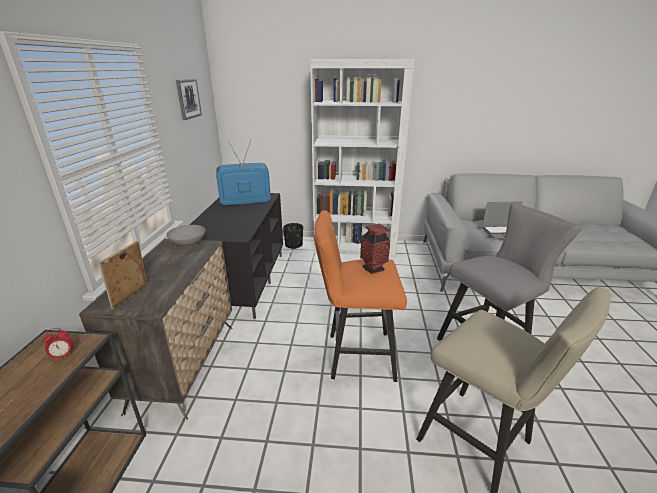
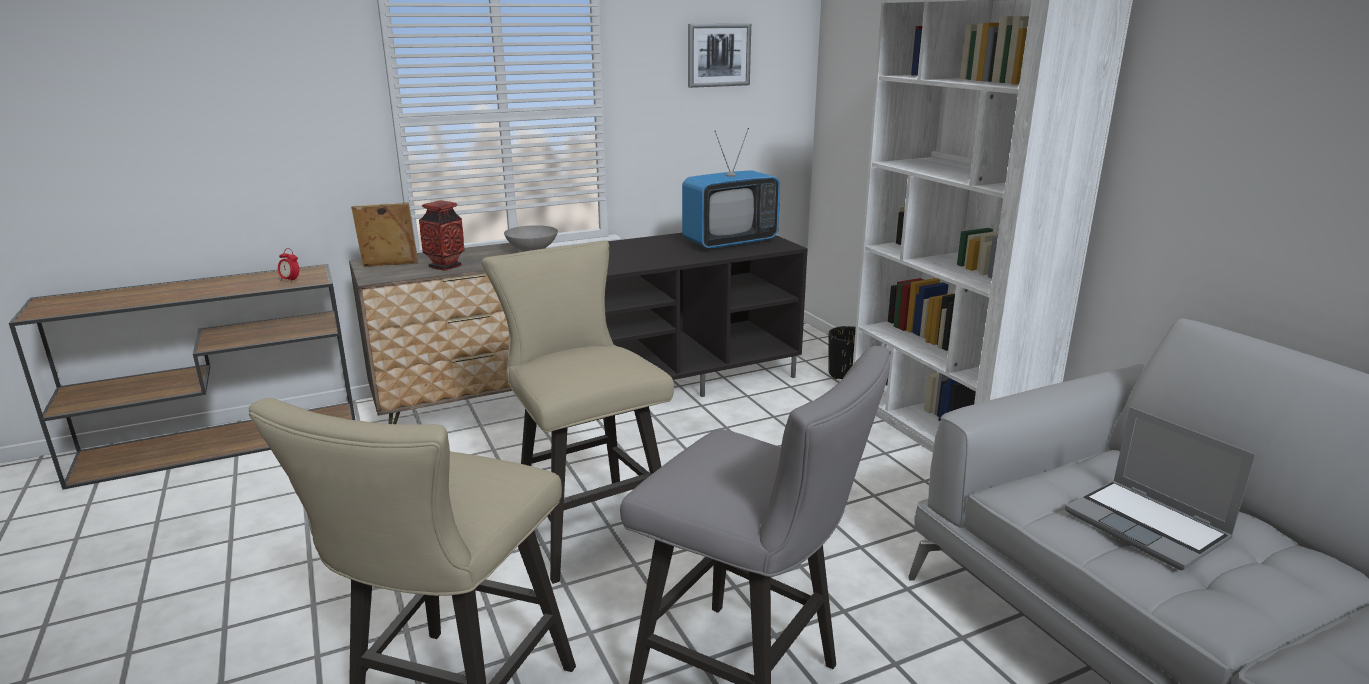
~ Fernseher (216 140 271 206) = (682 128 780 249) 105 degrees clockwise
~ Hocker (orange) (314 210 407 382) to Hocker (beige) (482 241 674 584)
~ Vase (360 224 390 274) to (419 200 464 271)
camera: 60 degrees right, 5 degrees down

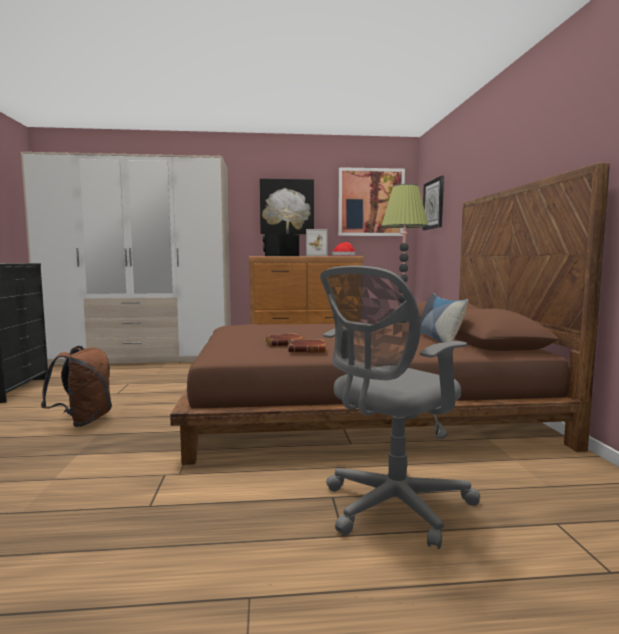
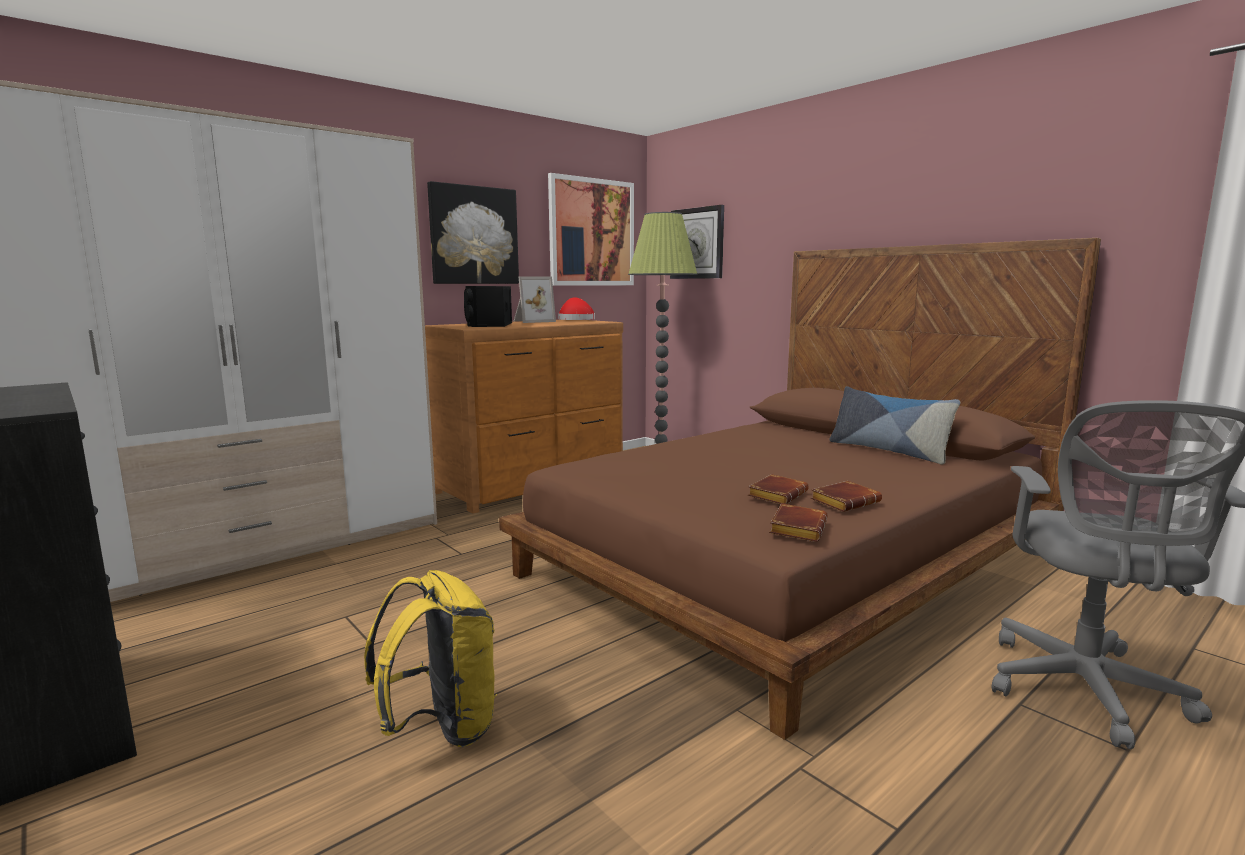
~ Rucksack (braun) (41 346 112 427) to Rucksack (gelb) (364 570 497 747)
+ Buch (braun) (769 504 827 542)
camera: 35 degrees left, 5 degrees up

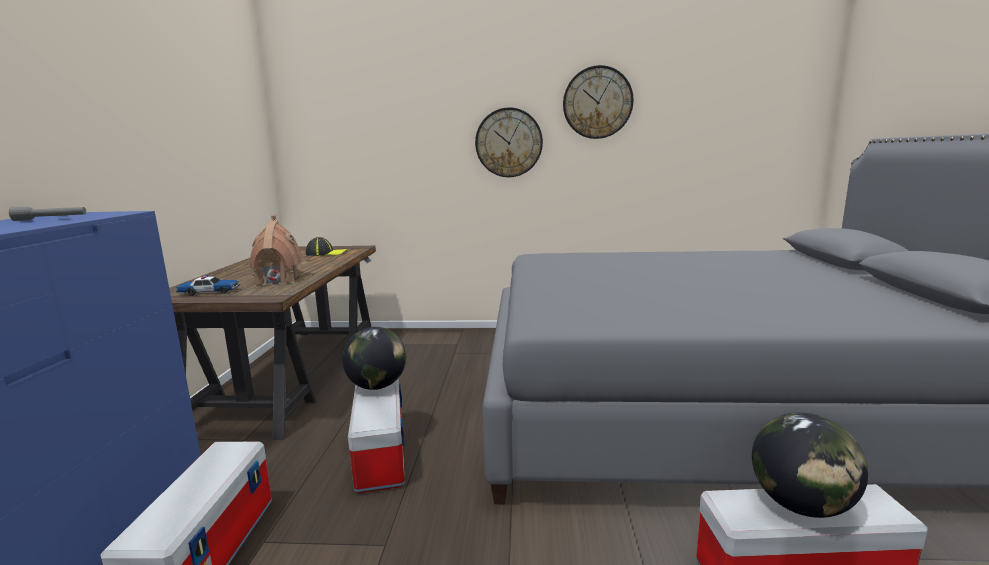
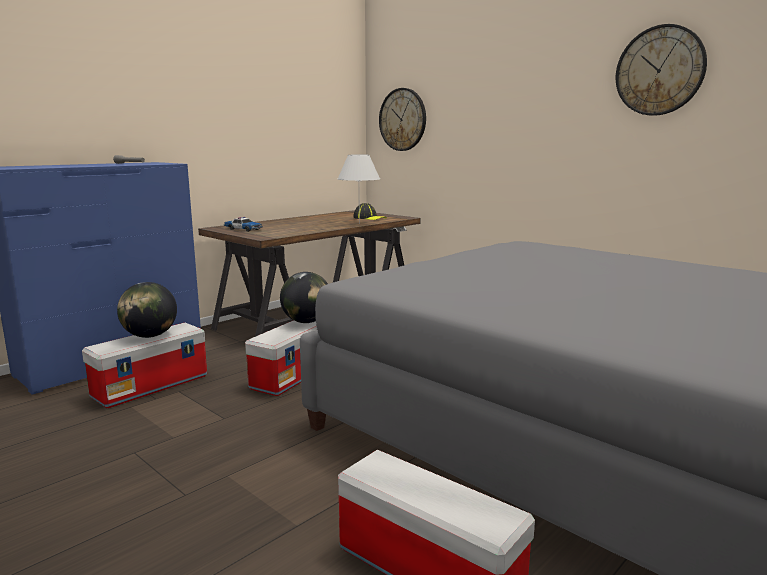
~ Wanduhr (475 107 543 177) to (379 88 426 151)
- Spielzeughaus (250 215 302 286)
~ Globus (752 413 868 518) to (117 282 177 338)
+ Tischlampe (weiß) (338 155 380 224)
camera: 40 degrees right, 0 degrees up

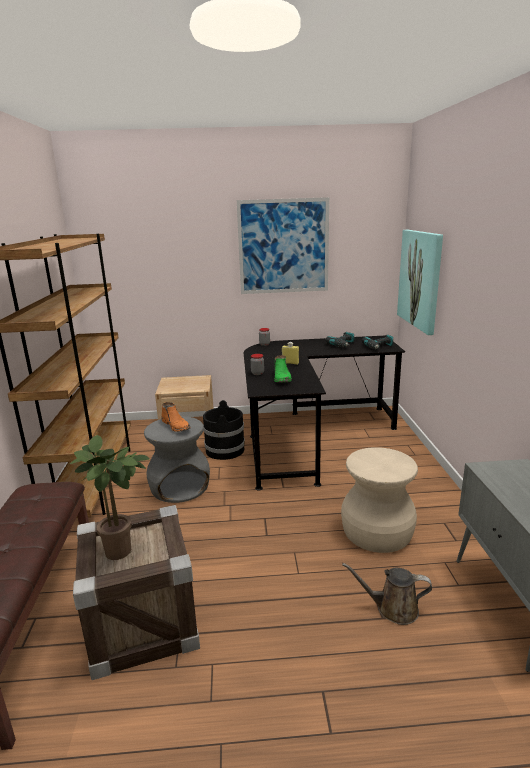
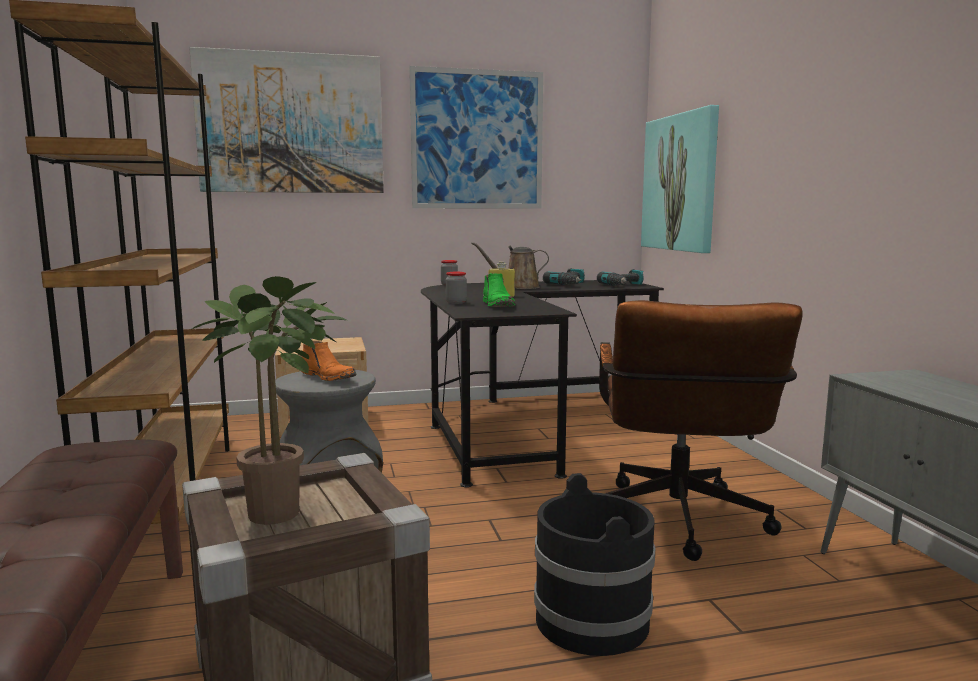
~ Eimer (schwarz) (203 400 245 460) to (534 473 655 656)
~ Hocker (beige) (341 447 418 553) to Bürostuhl (braun) (599 300 803 561)
~ Gießkanne (braun) (342 563 432 625) to (471 242 549 289)
+ Bild (189 47 384 193)
camera: 10 degrees left, 10 degrees down

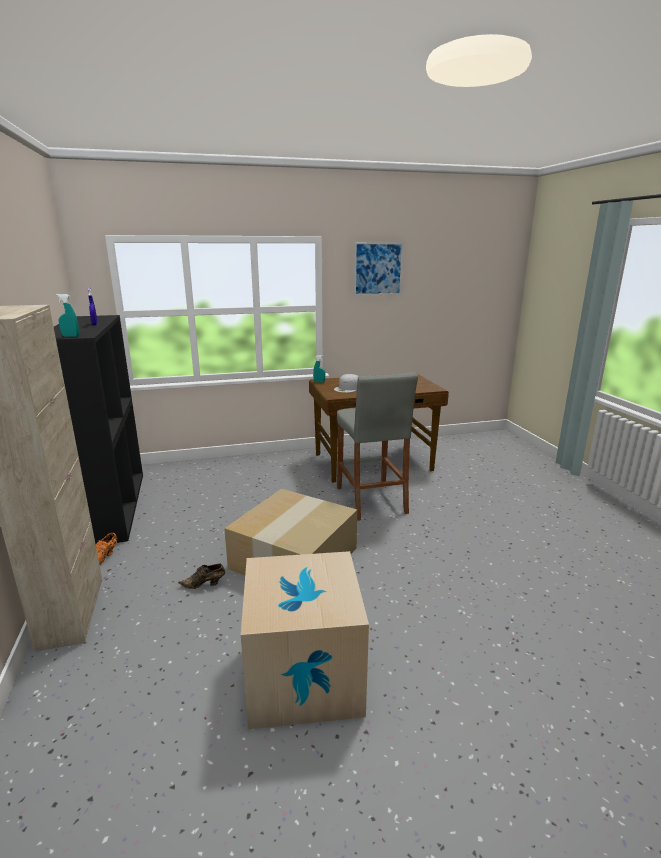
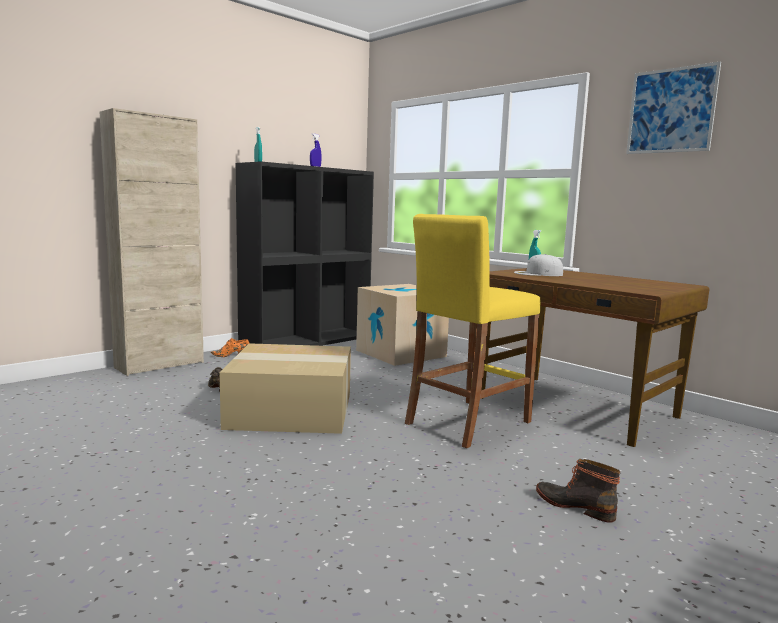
~ Hocker (grau) (337 372 418 521) to Hocker (gelb) (405 214 541 448)
~ Karton (241 551 369 729) to (356 284 449 366)
+ Stiefel (536 459 620 523)
camera: 60 degrees right, 10 degrees down

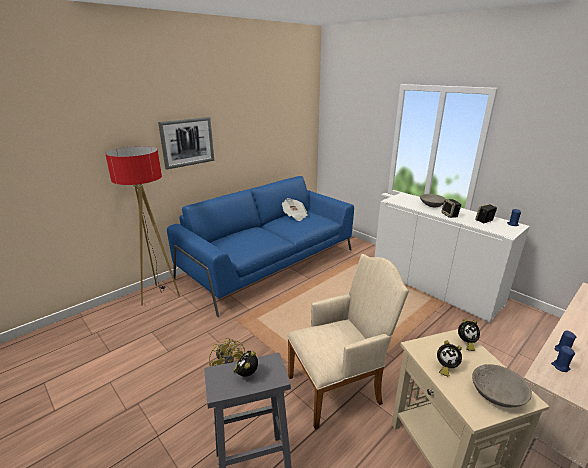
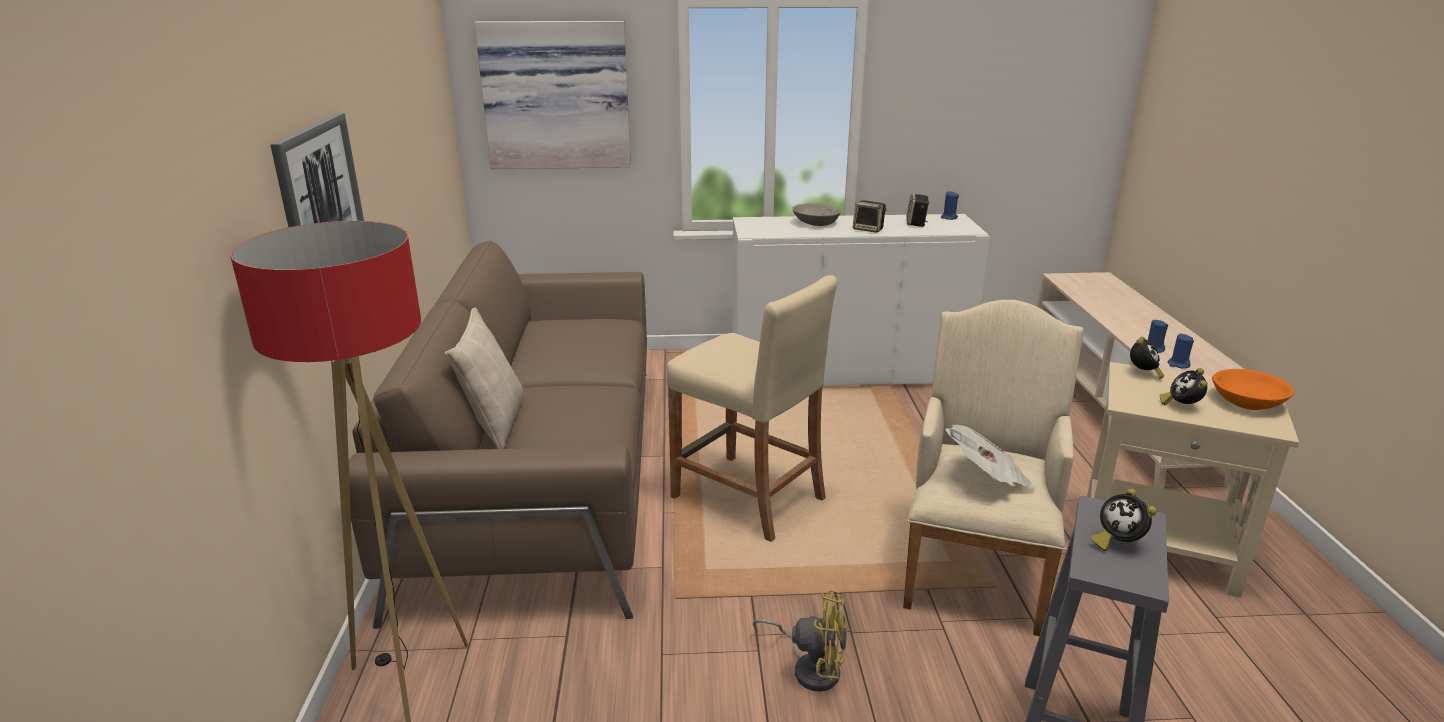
~ Sofa (blau) (167 176 354 317) to Sofa (braun) (349 241 647 629)
~ Zeitung (282 198 308 221) to (945 425 1036 488)
~ Wecker (437 340 462 376) = (1160 368 1208 405) 135 degrees clockwise
~ Schüssel (grau) (472 364 532 407) to Schüssel (orange) (1212 369 1294 410)
+ Bild (474 21 631 169)
+ Hocker (beige) (667 275 838 542)
+ Kissen (beige) (445 308 523 449)
camera: 50 degrees left, 0 degrees up

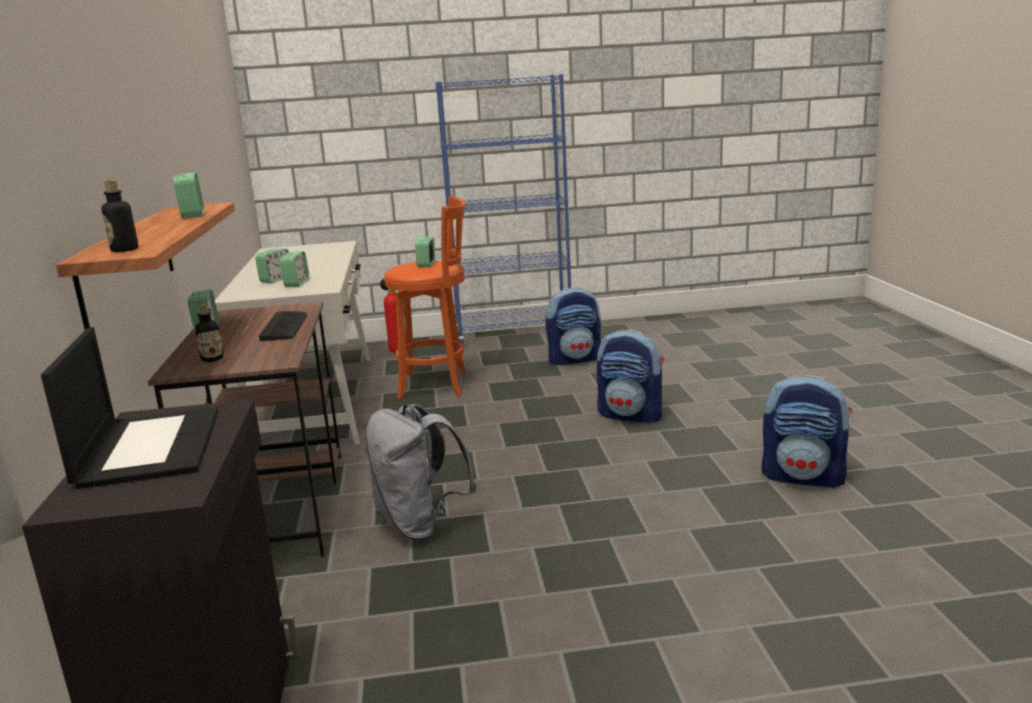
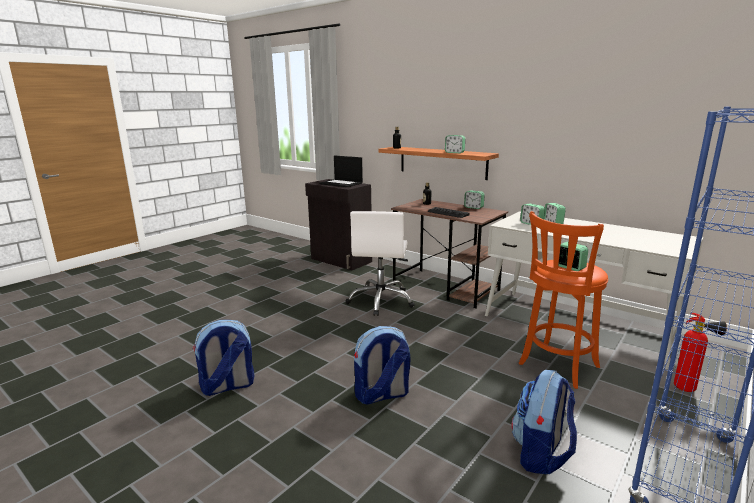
~ Rucksack (grau) (365 404 477 540) to Bürostuhl (weiß) (345 211 415 316)
camera: 135 degrees right, 0 degrees up

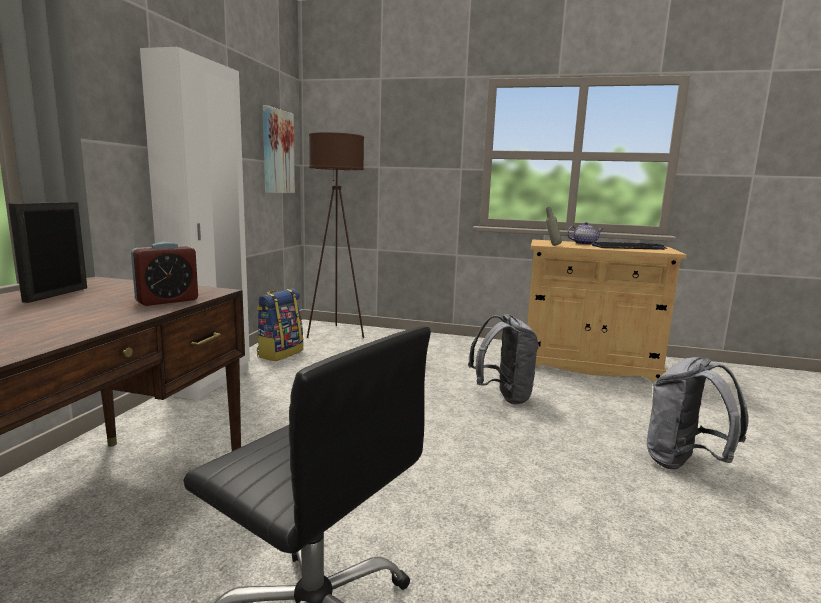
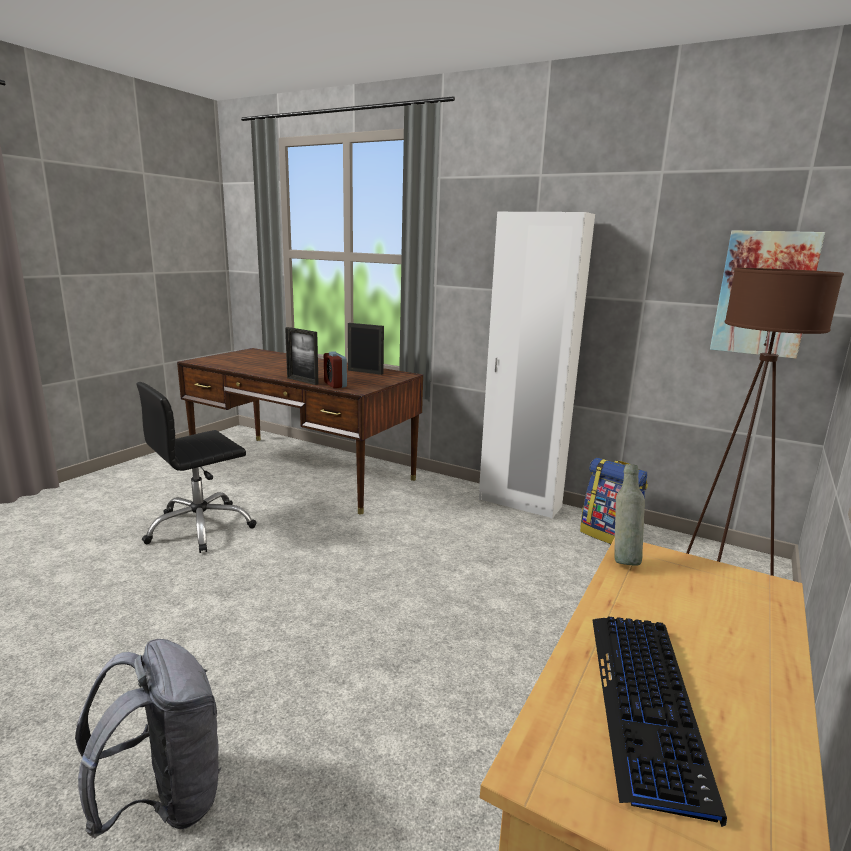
- Teekanne (567 222 603 245)
- Rucksack (grau) (468 314 538 405)
+ Bilderrahmen (285 327 319 385)
camera: 105 degrees right, 5 degrees up

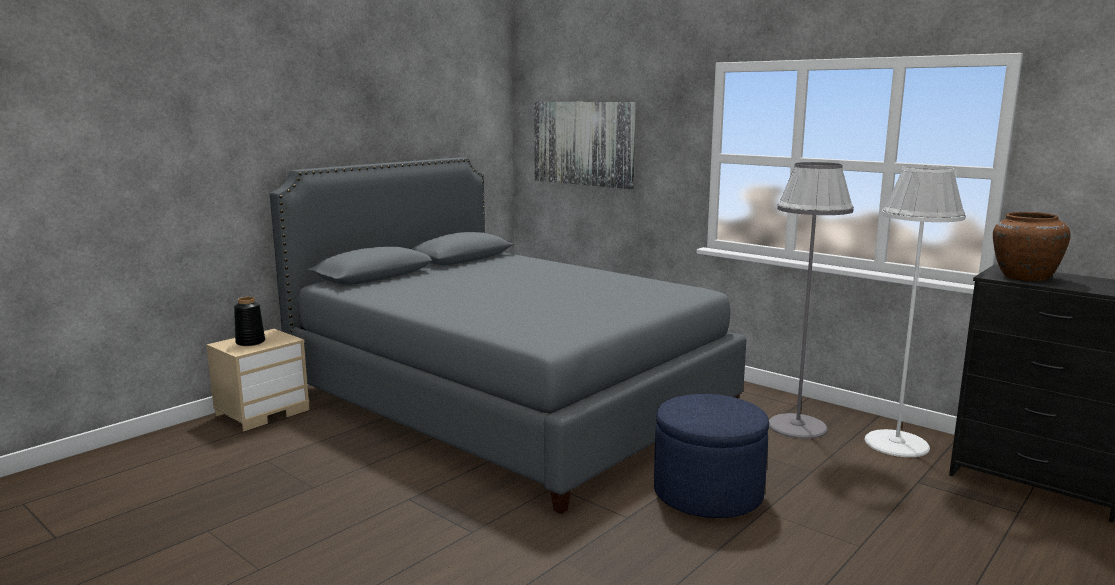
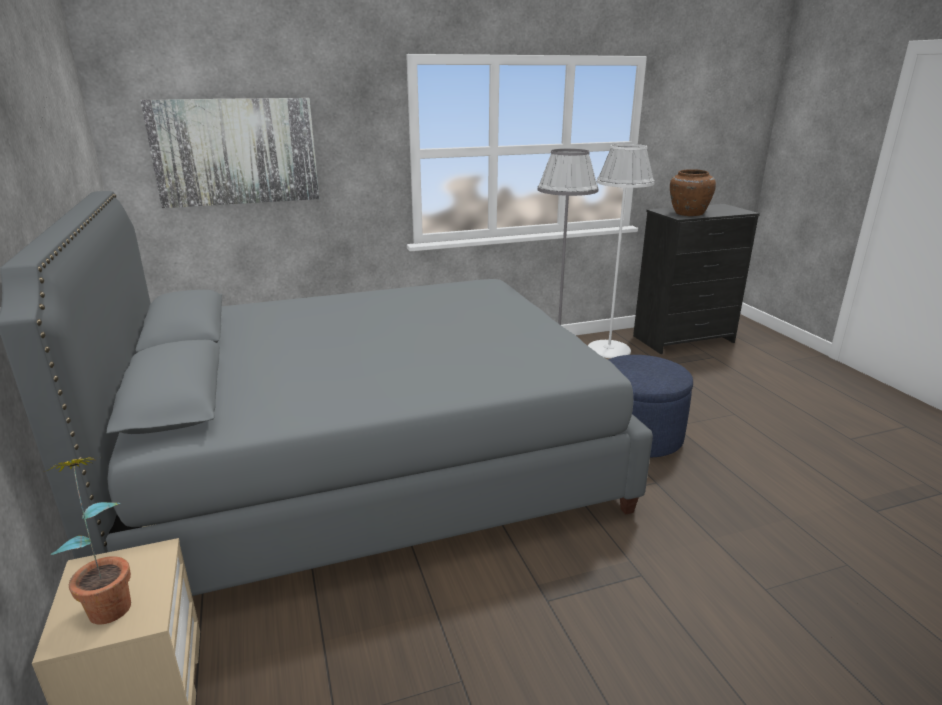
~ Vase (schwarz) (234 297 265 346) to Topfpflanze (44 457 131 624)
camera: 60 degrees left, 10 degrees up

